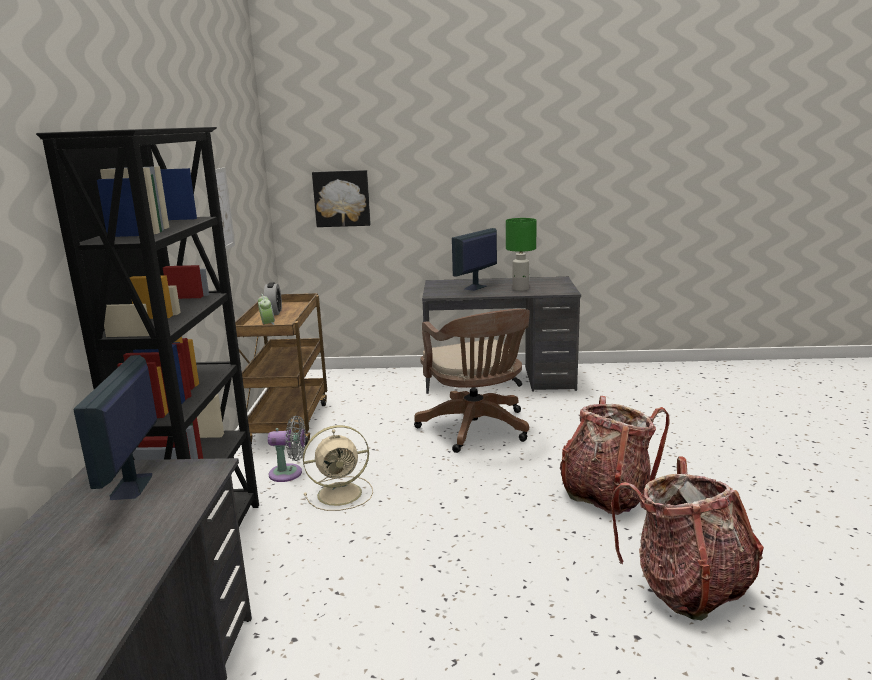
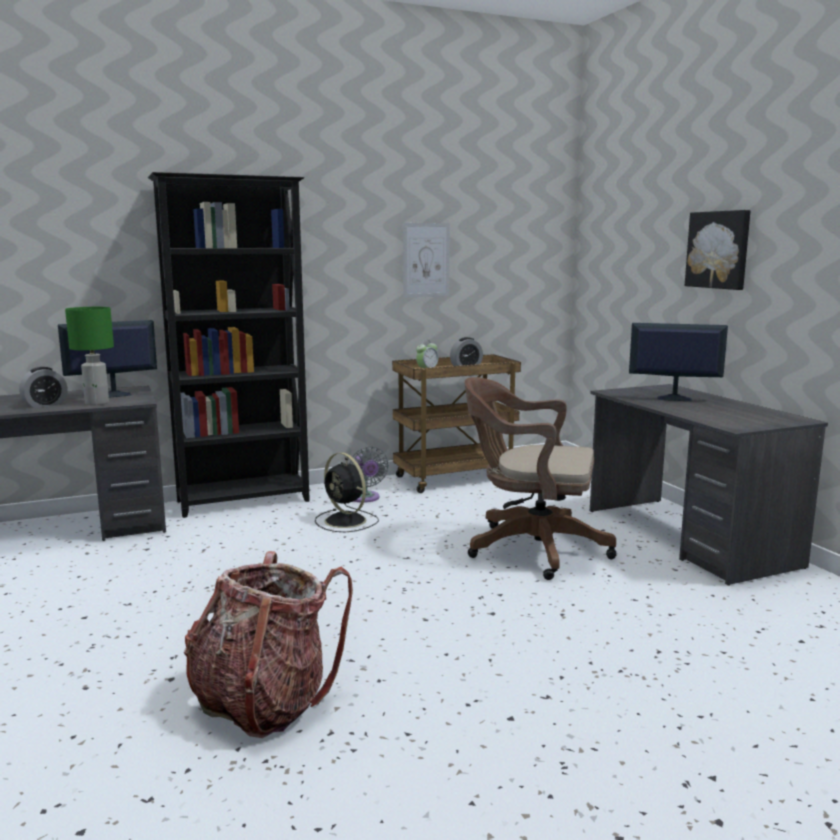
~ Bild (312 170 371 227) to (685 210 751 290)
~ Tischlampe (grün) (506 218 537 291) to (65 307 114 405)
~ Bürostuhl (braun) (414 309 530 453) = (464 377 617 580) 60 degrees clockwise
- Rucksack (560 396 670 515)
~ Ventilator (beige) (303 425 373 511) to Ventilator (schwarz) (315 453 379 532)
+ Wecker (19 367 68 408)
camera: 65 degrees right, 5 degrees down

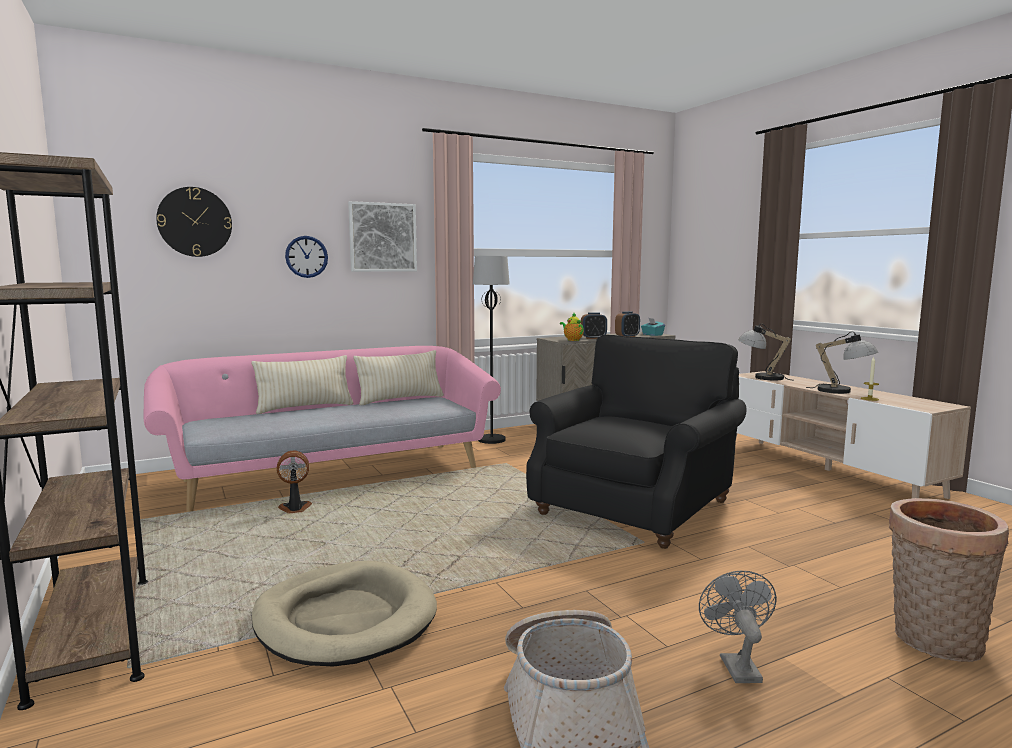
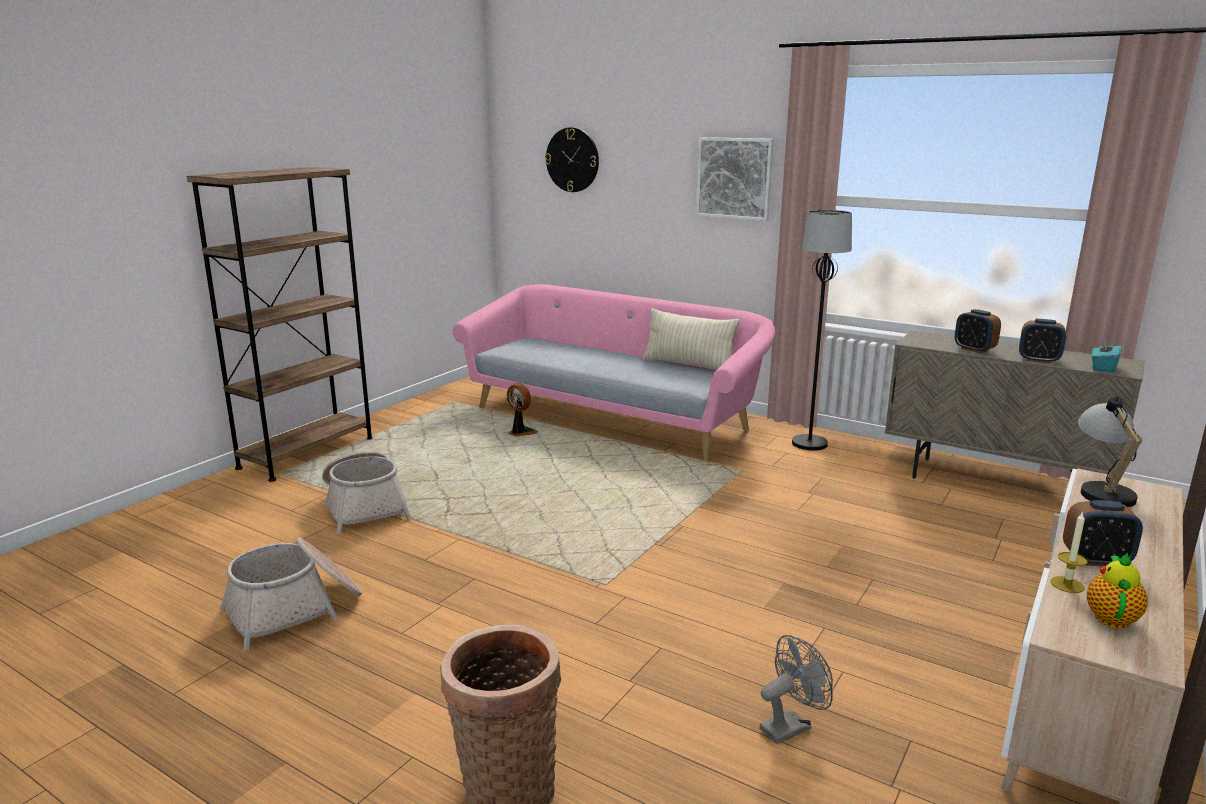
- Wanduhr (285 236 328 278)
~ Teekanne (560 313 584 341) to (1087 553 1148 628)
~ Tischlampe (806 331 878 394) to Wecker (1063 500 1143 566)
- Sessel (schwarz) (526 335 747 549)
- Kissen (beige) (252 355 353 414)
~ Hundebett (beige) (252 561 437 666) to Korb (322 451 412 534)
~ Ventilator (grau) (699 571 777 683) to (760 635 833 744)
camera: 60 degrees right, 10 degrees up

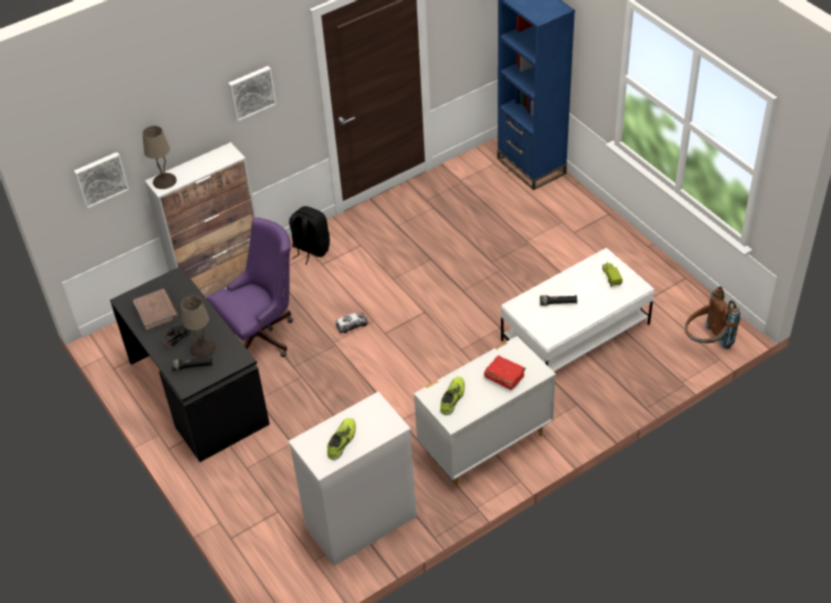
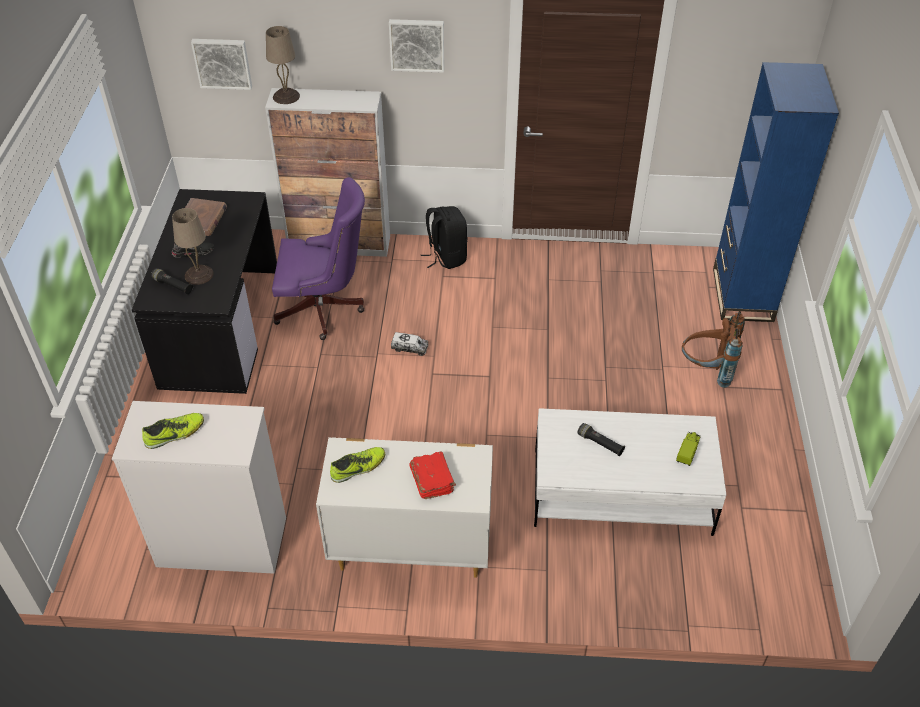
~ Rucksack (braun) (685 286 740 349) to (682 311 745 388)
camera: 35 degrees right, 0 degrees up

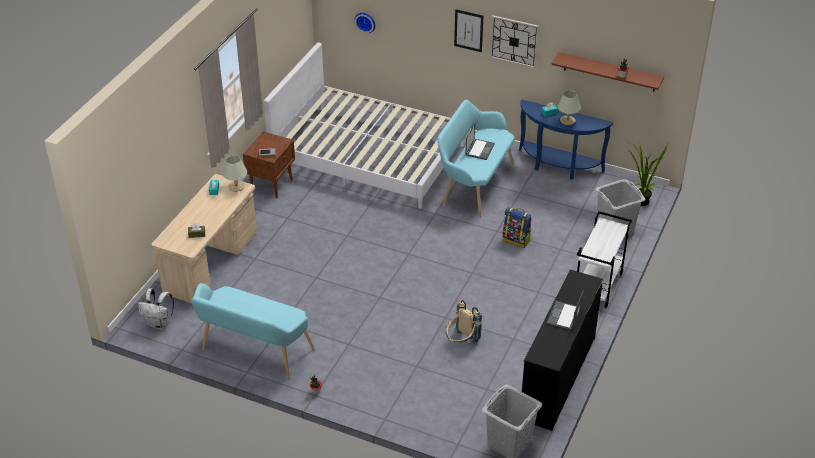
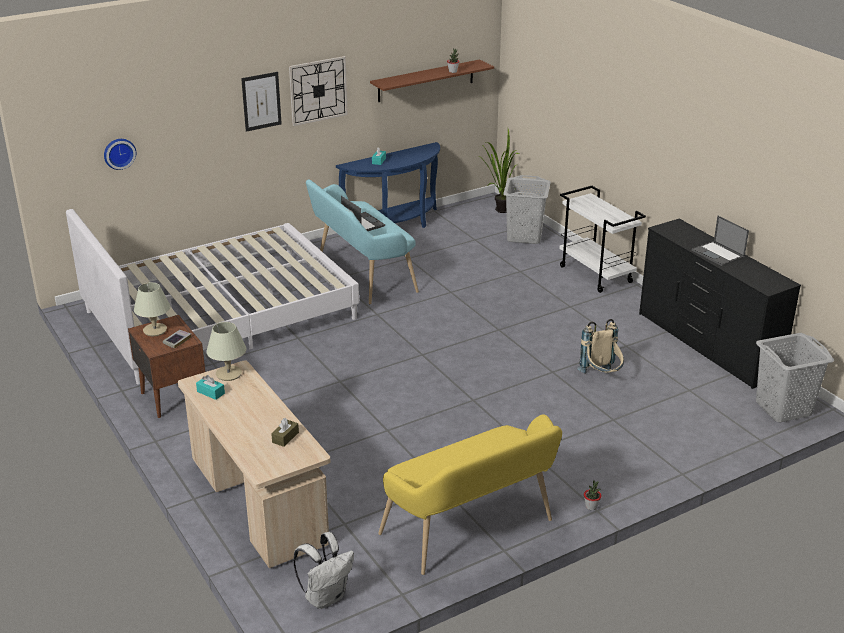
~ Tischlampe (beige) (557 91 581 125) to (134 282 170 336)
- Rucksack (502 207 532 248)
~ Bank (türkis) (191 283 315 380) to Bank (gelb) (378 414 562 575)
camera: 55 degrees left, 10 degrees down

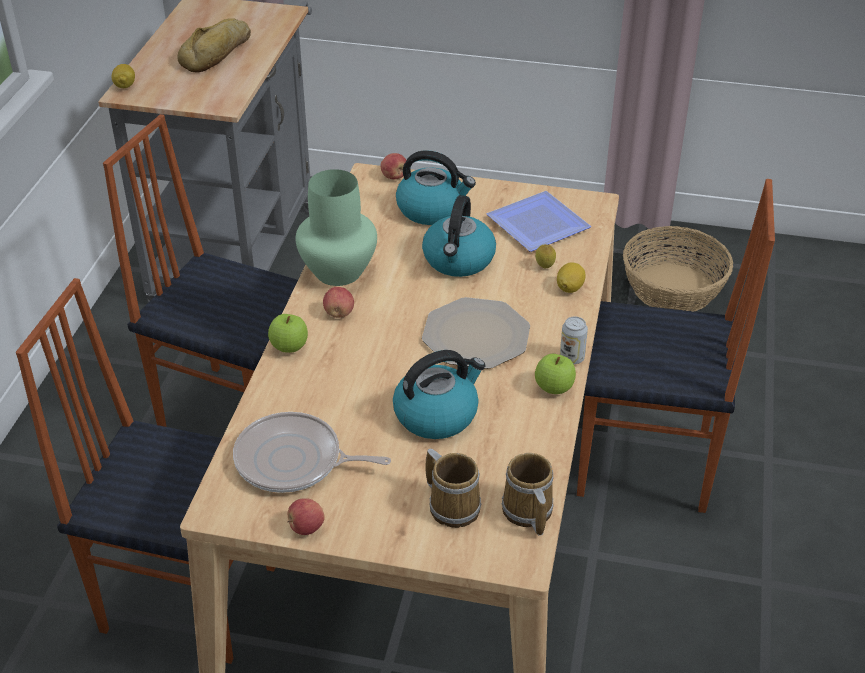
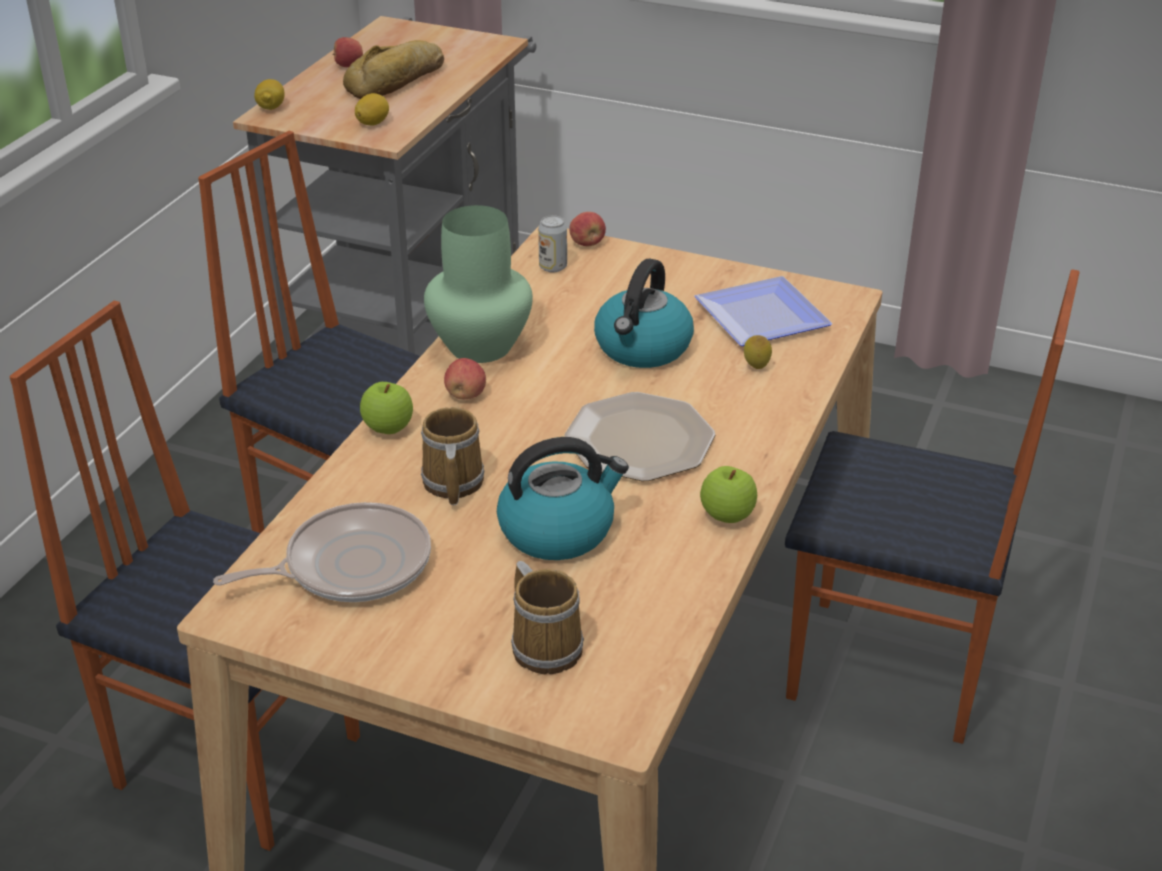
- Wasserkessel (396 150 476 225)
- Korb (623 226 733 311)
~ Zitrone (557 262 586 293) to (355 93 389 126)
~ Dose (560 317 588 364) to (538 215 567 272)
~ Pfanne (233 412 391 493) = (213 502 431 602) 135 degrees clockwise
~ Henkelbecher (502 453 554 536) to (421 407 485 505)
~ Apfel (287 498 325 535) to (332 37 363 67)
camera: 10 degrees right, 5 degrees down

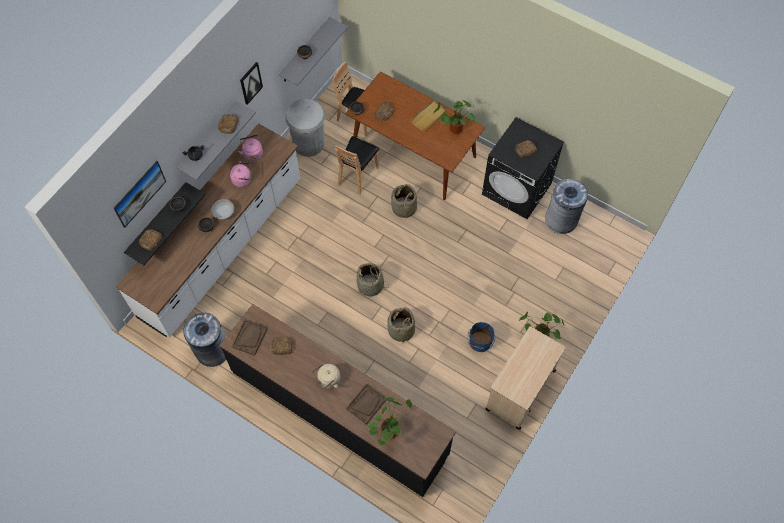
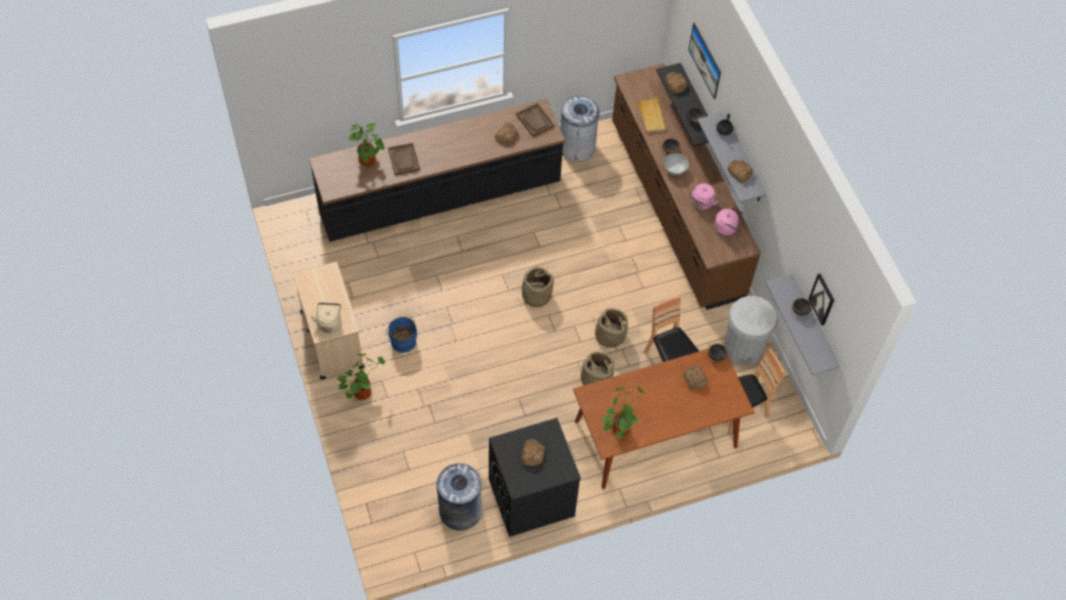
~ Bild (240 62 263 105) to (808 274 834 325)
~ Tablett (beige) (410 100 447 132) to (636 97 666 133)
~ Küchenzeile (weiß) (116 123 300 338) to Küchenzeile (braun) (612 63 761 310)
~ Korb (387 307 415 345) to (593 308 628 348)
~ Wasserkessel (beige) (313 364 340 389) to (310 303 341 333)
camera: 125 degrees right, 5 degrees down

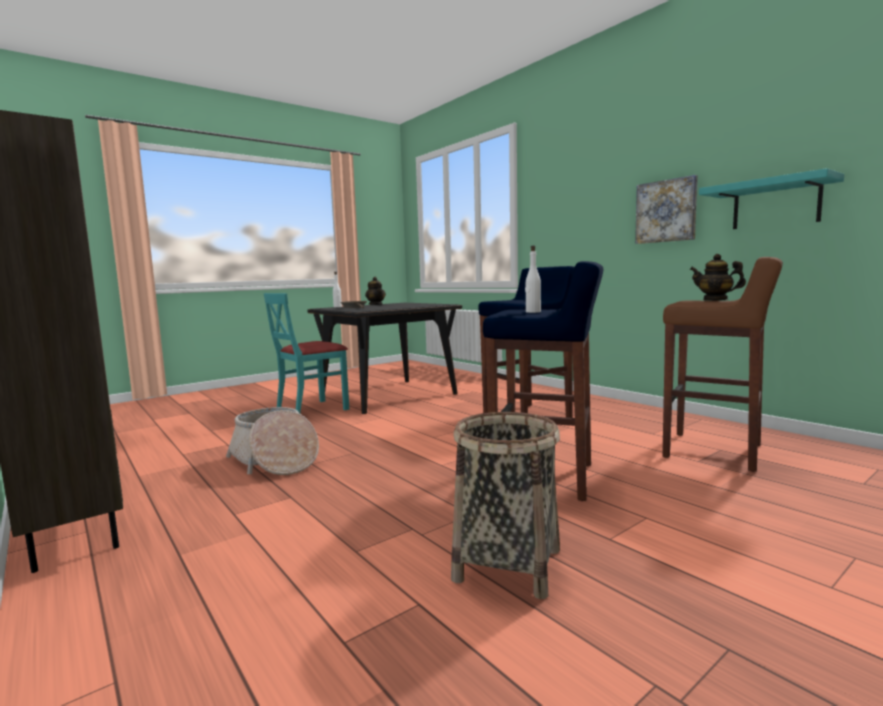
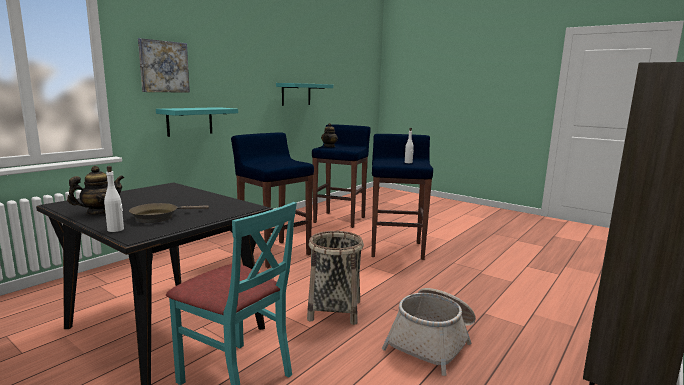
~ Bild (635 175 698 244) to (138 38 190 93)
~ Hocker (braun) (662 257 783 472) to Hocker (blau) (312 124 371 228)
~ Korb (451 412 560 599) to (307 231 364 325)
+ Wandregal (türkis) (156 107 238 137)
camera: 105 degrees left, 5 degrees up

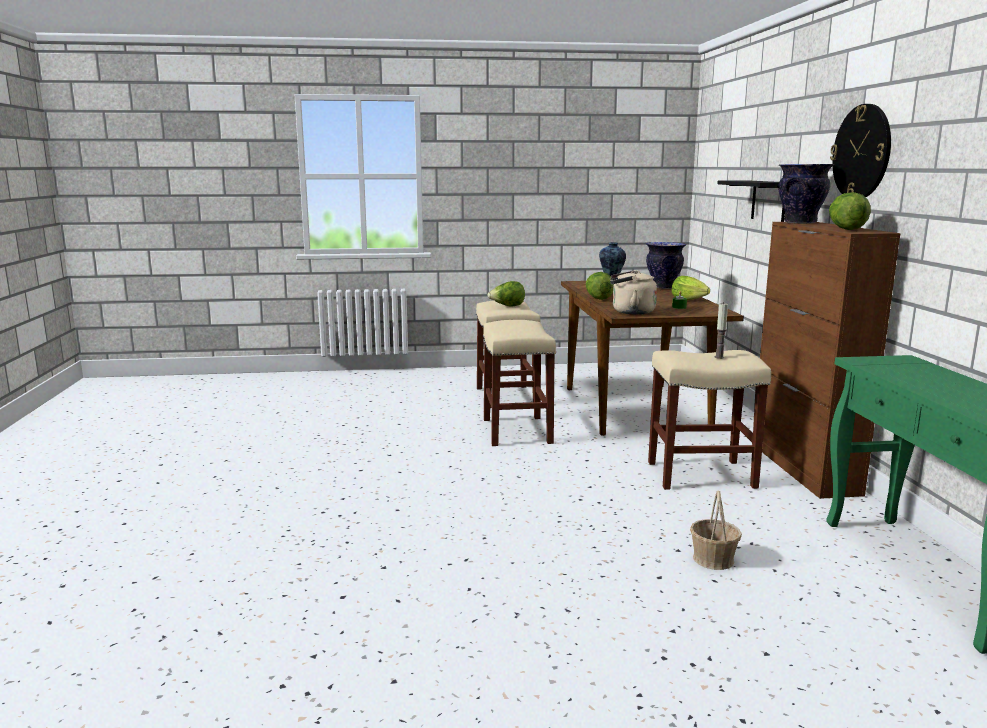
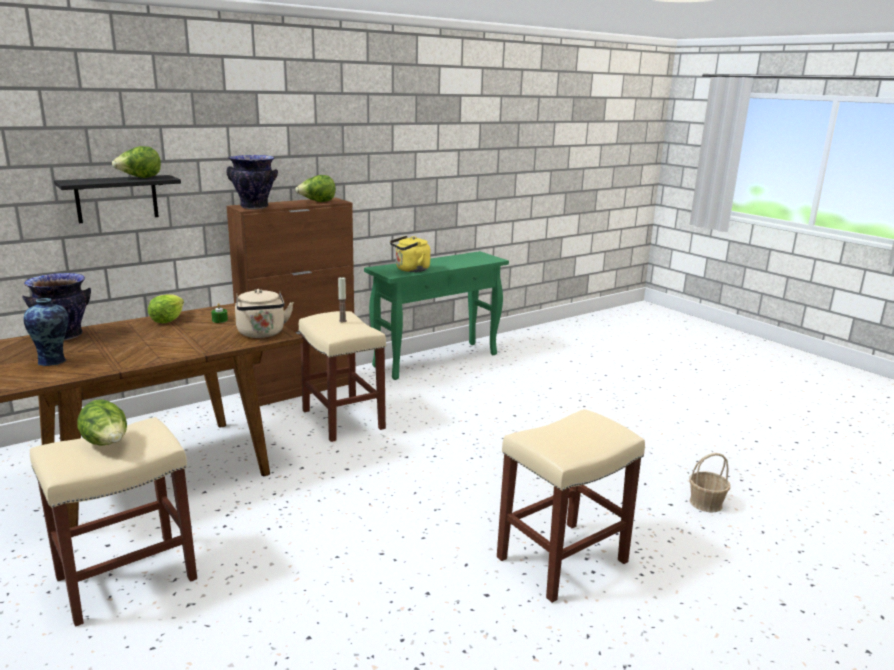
- Wanduhr (830 104 891 197)
~ Salatkopf (586 272 614 300) to (112 146 161 178)
~ Hocker (beige) (483 320 556 446) to (497 409 645 603)
~ Korb (690 490 742 570) to (689 453 730 512)
+ Wasserkessel (gelb) (390 236 431 272)
camera: 120 degrees left, 5 degrees up

